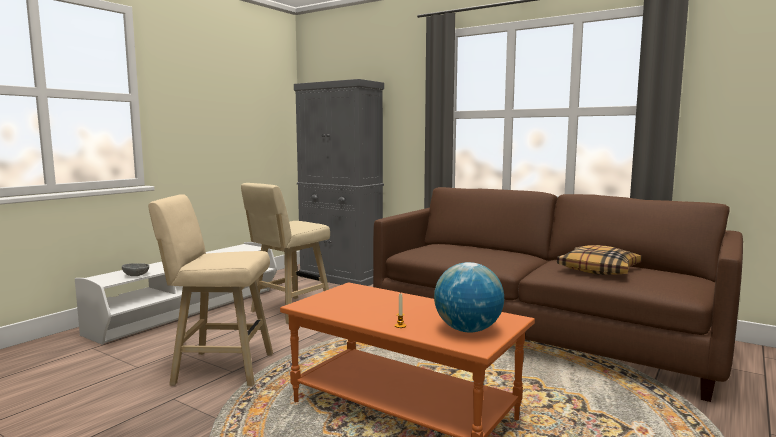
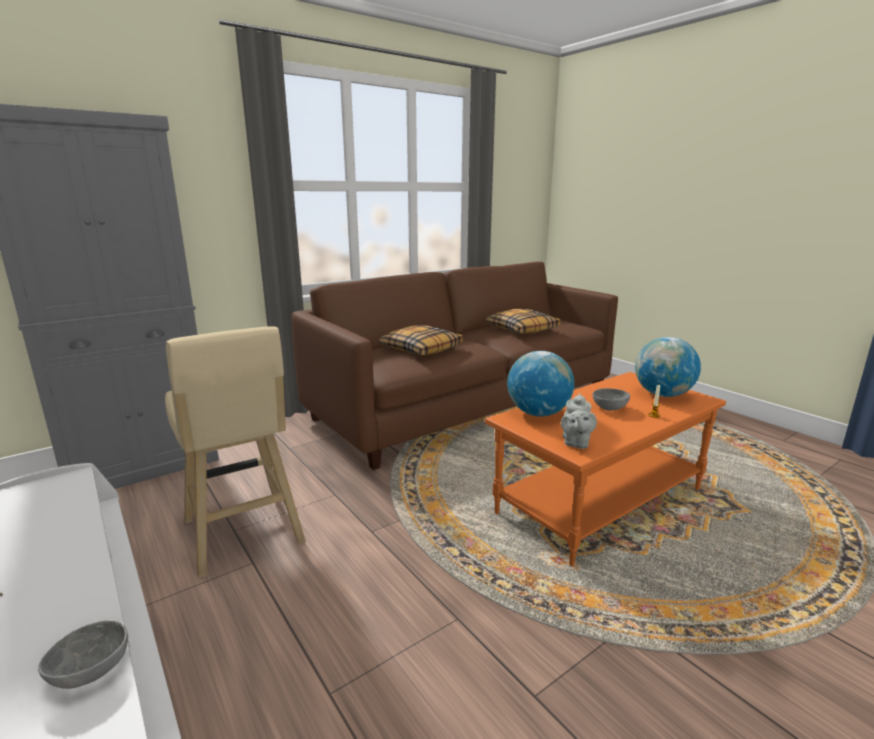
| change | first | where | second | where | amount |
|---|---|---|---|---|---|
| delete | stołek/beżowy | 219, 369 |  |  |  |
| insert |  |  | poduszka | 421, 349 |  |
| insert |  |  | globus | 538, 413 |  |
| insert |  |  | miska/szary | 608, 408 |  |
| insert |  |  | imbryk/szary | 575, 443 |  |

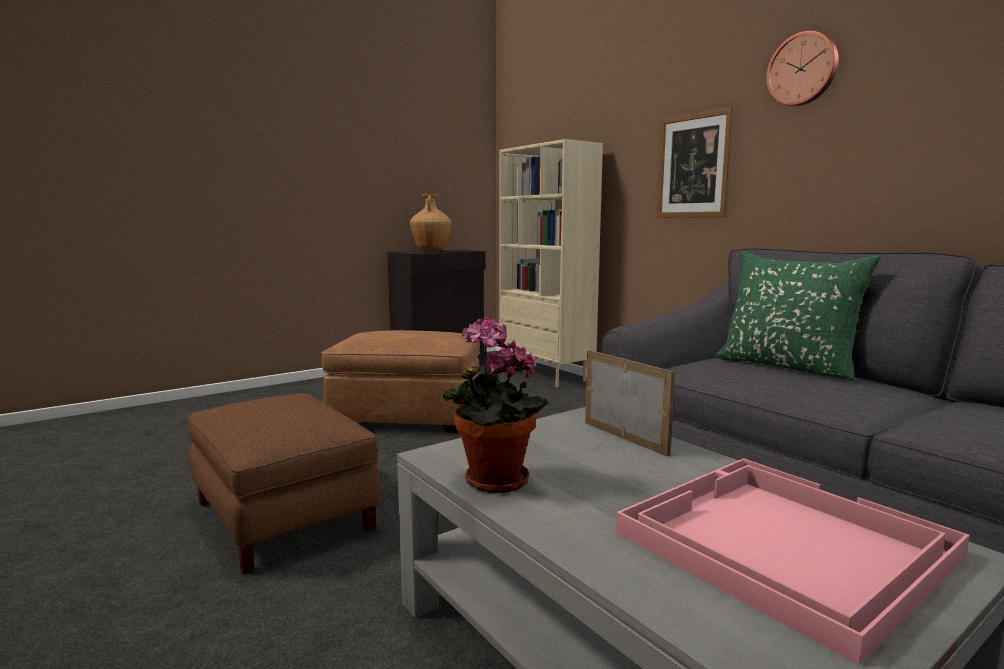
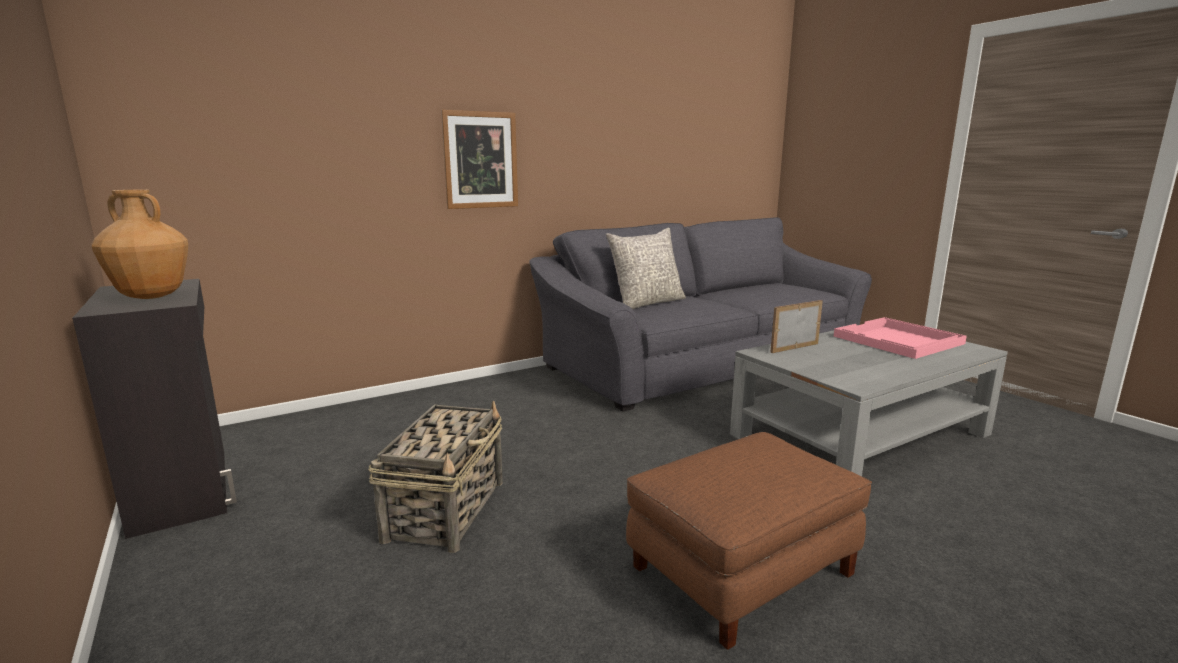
| change | first | where | second | where | amount |
|---|---|---|---|---|---|
| delete | zegar ścienny | 803, 69 |  |  |  |
| delete | regał/beżowy | 546, 375 |  |  |  |
| recolor | poduszka/zielony | 787, 367 | poduszka/szary | 646, 303 |  |
| delete | roślina doniczkowa | 491, 482 |  |  |  |
| replace | pufa/brązowy | 407, 416 | koszyk | 447, 509 |  |

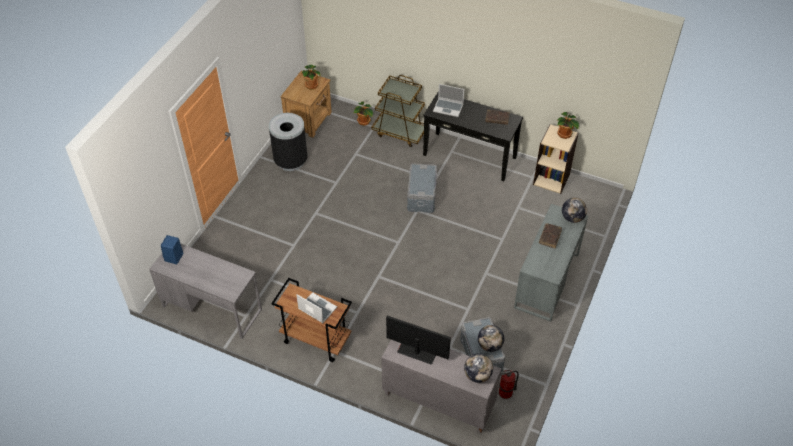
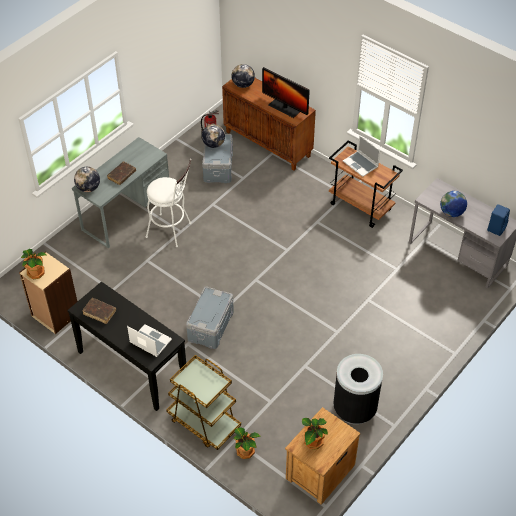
| change | first | where | second | where | amount |
|---|---|---|---|---|---|
| recolor | szafka/szary | 437, 401 | szafka/brązowy | 268, 144 |  |
| insert |  |  | stołek/biały | 172, 231 |  |
| insert |  |  | globus | 451, 213 |  |

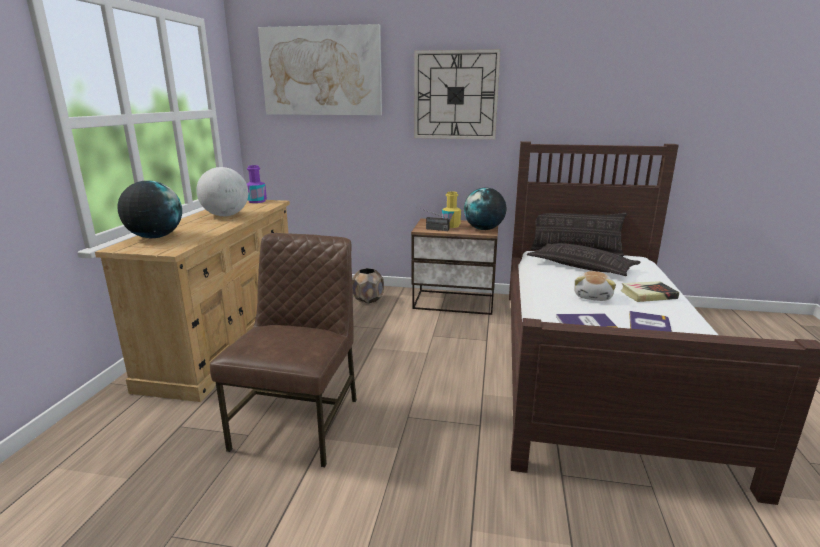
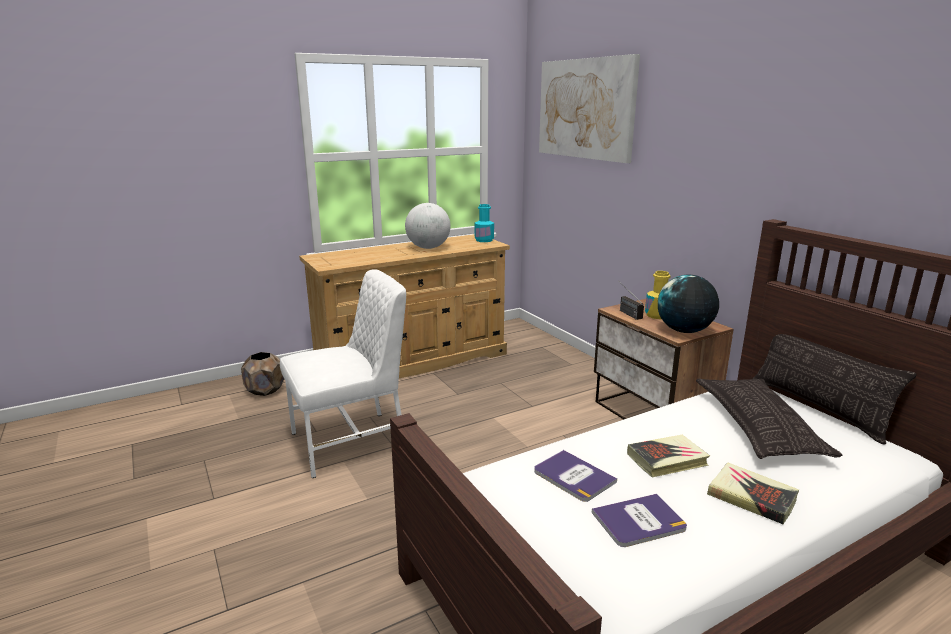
| change | first | where | second | where | amount |
|---|---|---|---|---|---|
| delete | zegar ścienny | 455, 95 |  |  |  |
| recolor | butelka/fioletowy | 257, 201 | butelka/turkusowy | 484, 240 |  |
| delete | globus | 155, 237 |  |  |  |
| recolor | krzesło/brązowy | 300, 422 | krzesło/biały | 351, 442 |  |
| move | donica/brązowy | 368, 300 |  | 265, 391 |  |
| replace | pluszak | 593, 296 | książka | 667, 460 |  |

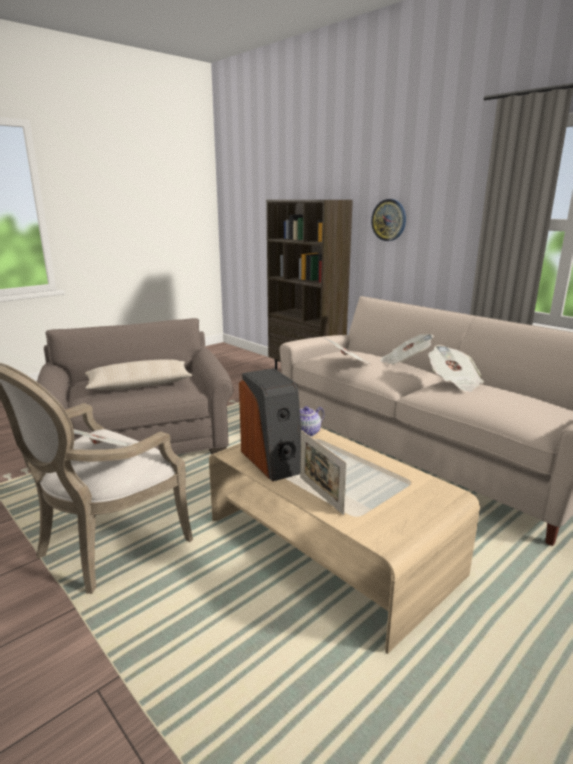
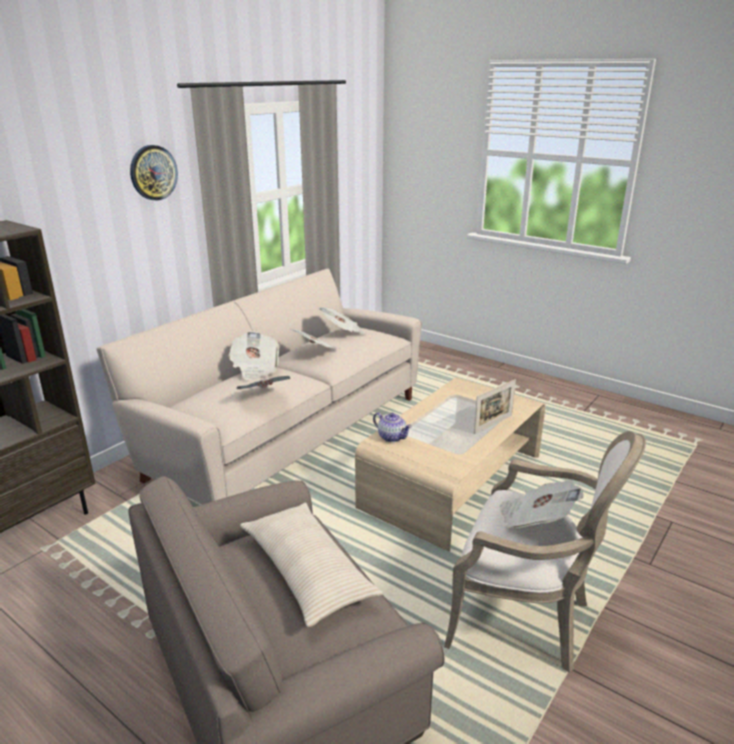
| change | first | where | second | where | amount |
|---|---|---|---|---|---|
| move | zegar ścienny | 389, 220 |  | 153, 172 |  |
| delete | głośnik | 273, 461 |  |  |  |
| insert |  |  | gazeta | 342, 332 |  |

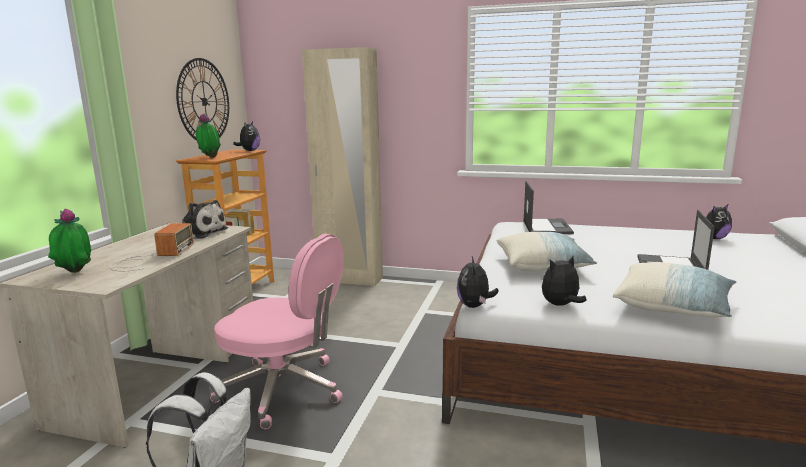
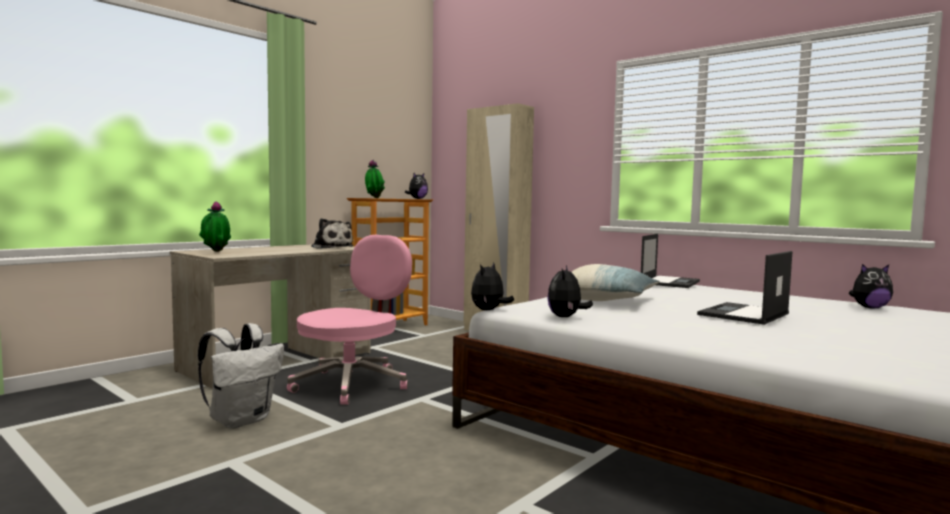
| change | first | where | second | where | amount |
|---|---|---|---|---|---|
| delete | zegar ścienny | 204, 101 |  |  |  |
| delete | radio | 151, 258 |  |  |  |
| rotate | krzesło biurowe/różowy | 284, 389 |  | 353, 384 | 105 degrees counterclockwise |
| rotate | pluszak | 560, 305 |  | 566, 317 | 75 degrees counterclockwise |
| delete | poduszka | 672, 306 |  |  |  |

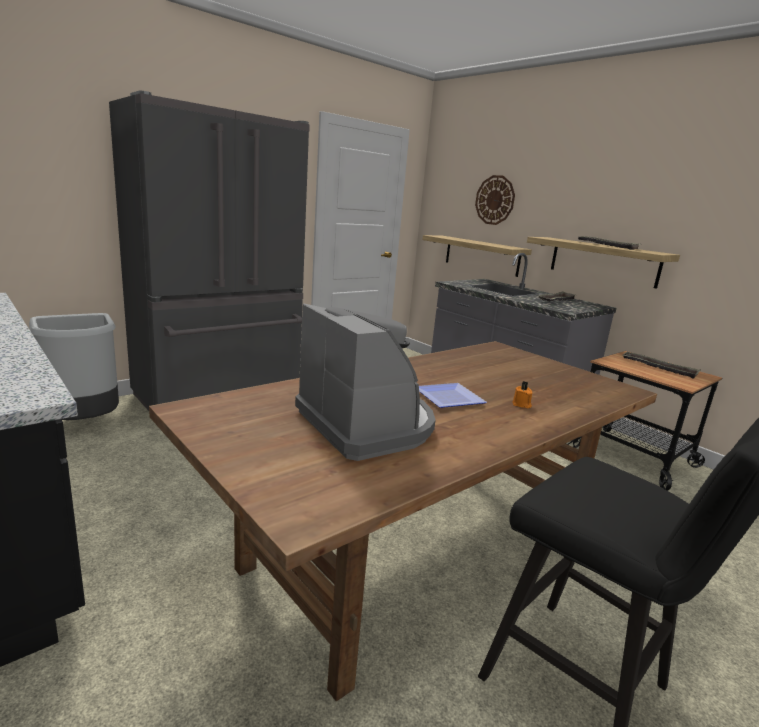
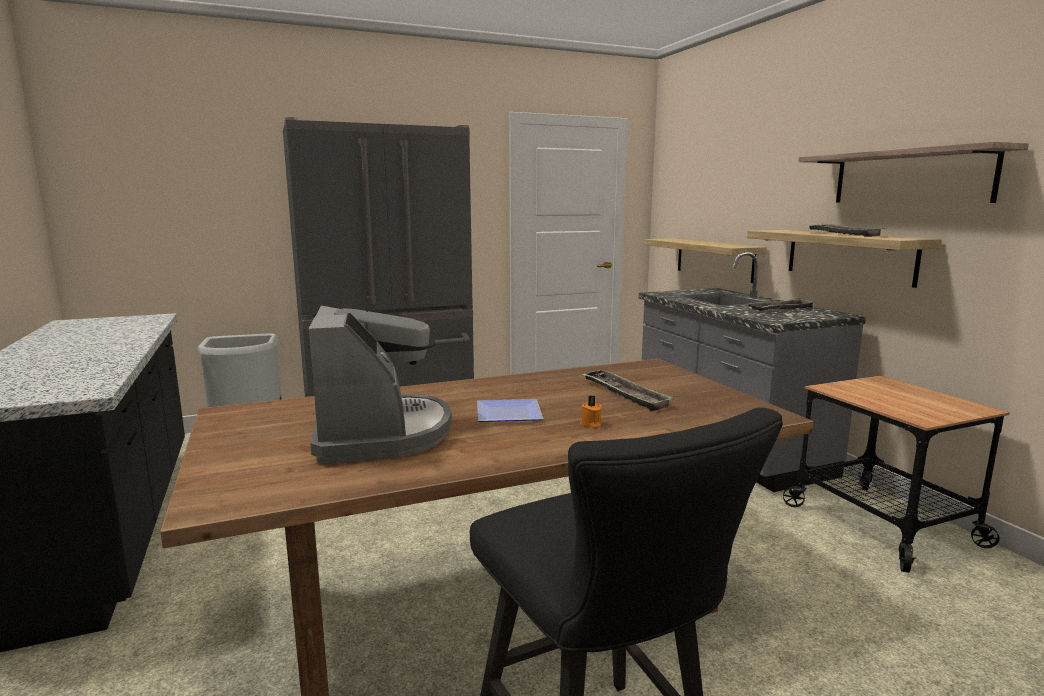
| change | first | where | second | where | amount |
|---|---|---|---|---|---|
| delete | zegar ścienny | 495, 200 |  |  |  |
| move | taca | 658, 368 |  | 624, 394 |  |
| insert |  |  | półka | 910, 177 |  |

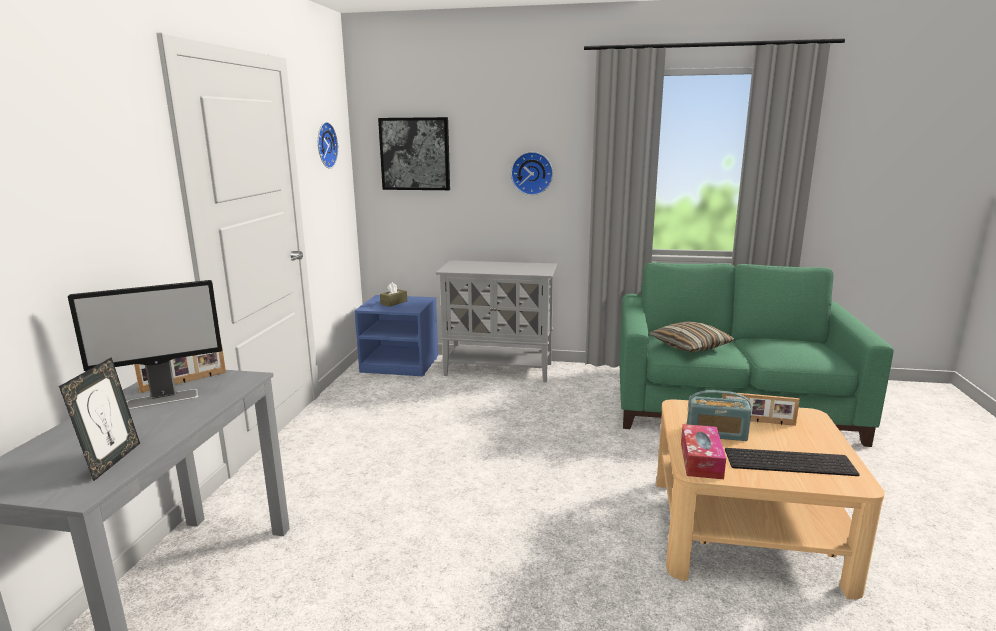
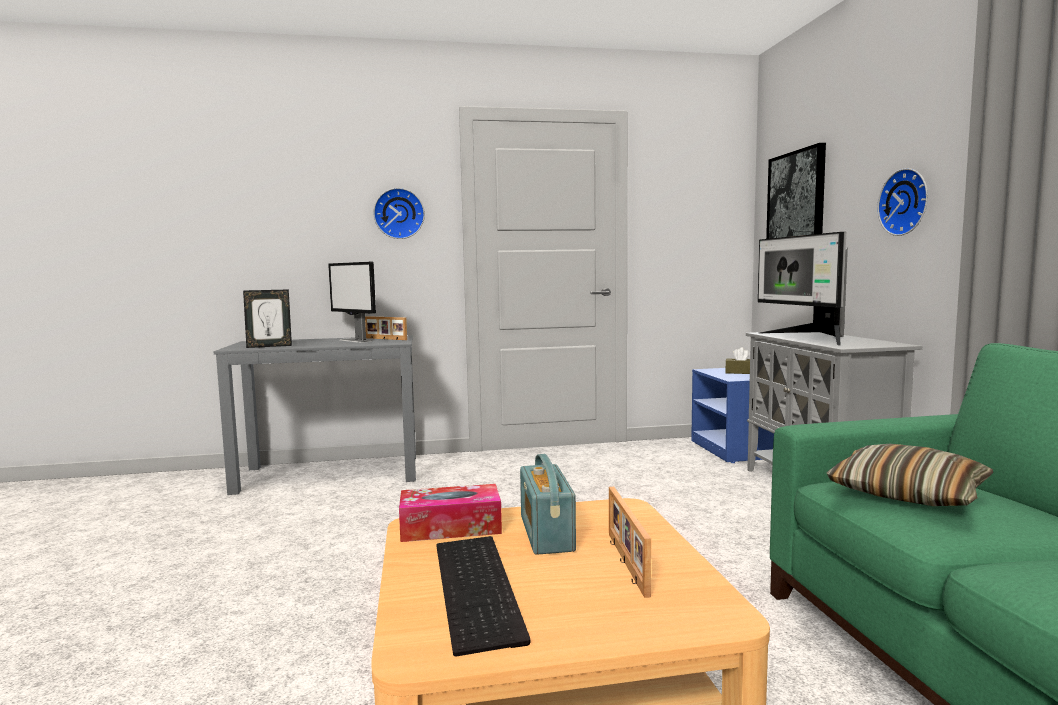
| change | first | where | second | where | amount |
|---|---|---|---|---|---|
| move | zegar ścienny | 324, 145 |  | 399, 214 |  |
| insert |  |  | monitor | 810, 338 |  |

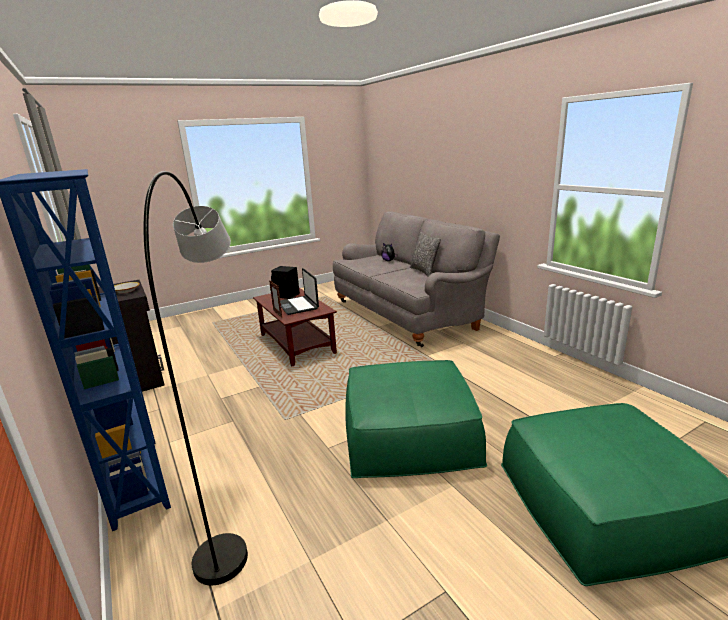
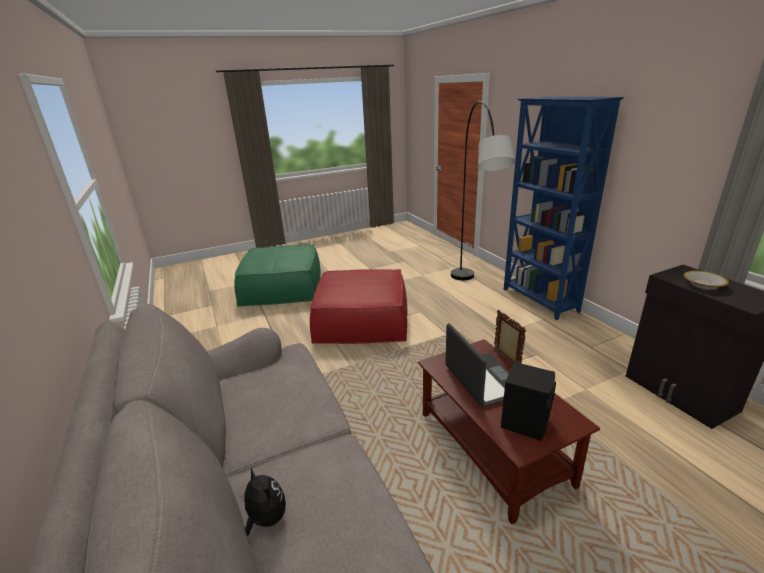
| change | first | where | second | where | amount |
|---|---|---|---|---|---|
| delete | poduszka | 424, 271 |  |  |  |
| recolor | pufa/zielony | 409, 432 | pufa/czerwony | 362, 318 |  |

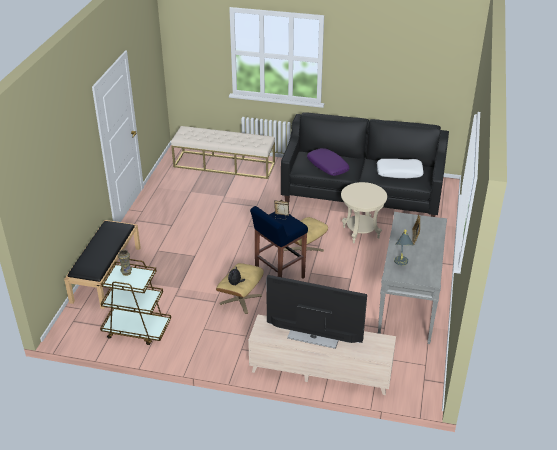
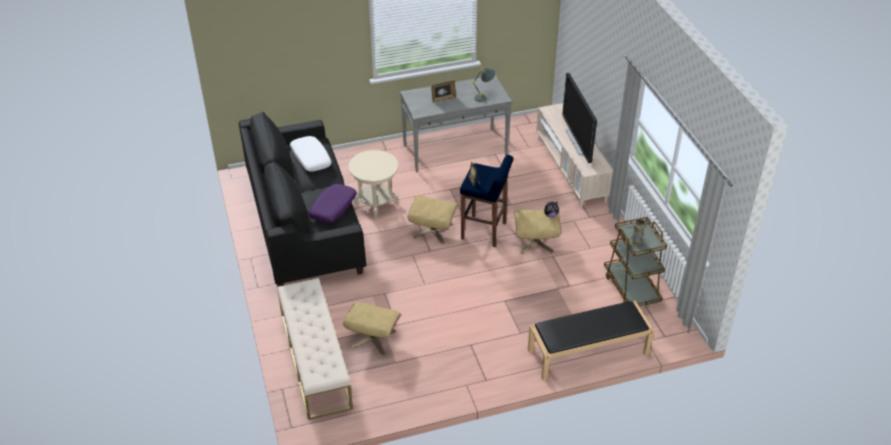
| change | first | where | second | where | amount |
|---|---|---|---|---|---|
| insert |  |  | pufa/beżowy | 373, 339 |  |

